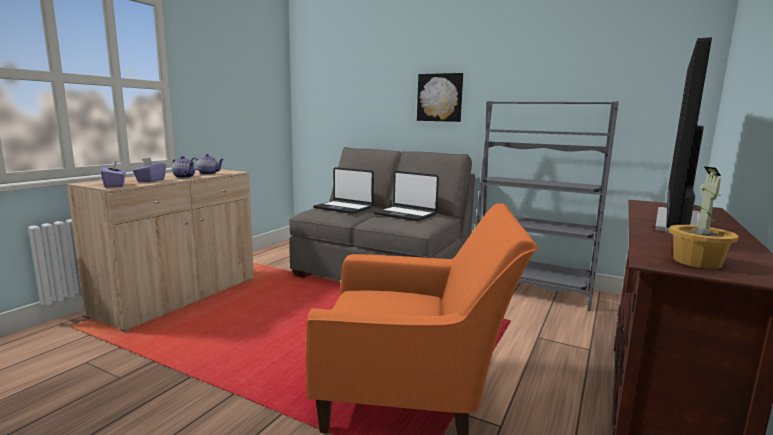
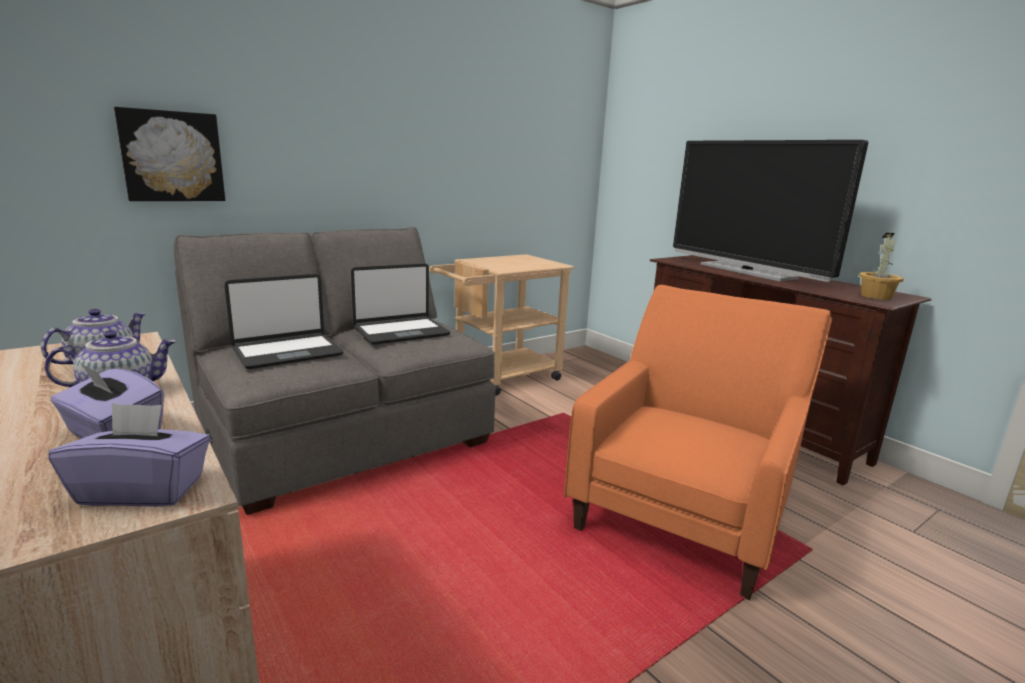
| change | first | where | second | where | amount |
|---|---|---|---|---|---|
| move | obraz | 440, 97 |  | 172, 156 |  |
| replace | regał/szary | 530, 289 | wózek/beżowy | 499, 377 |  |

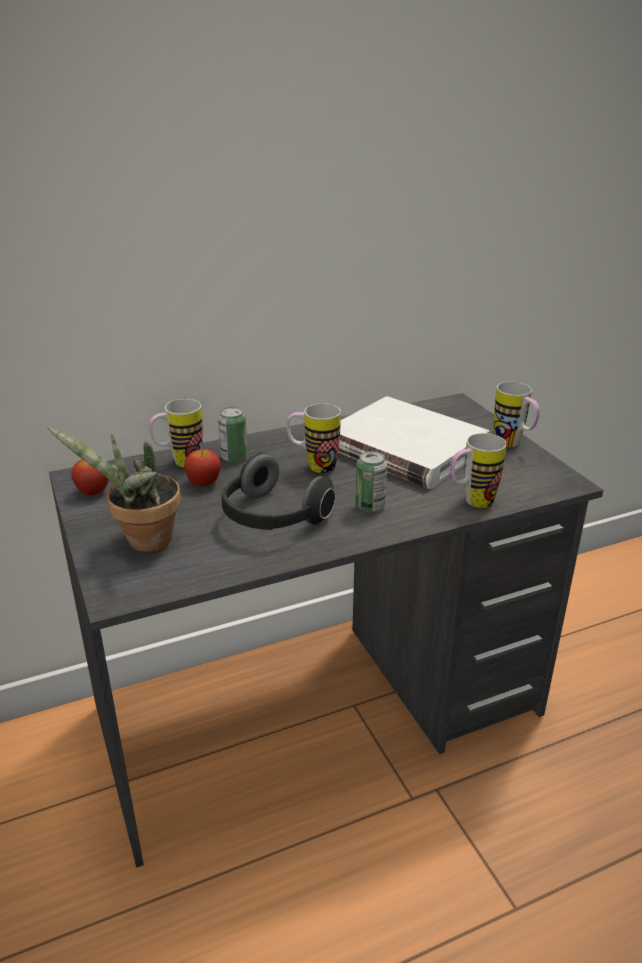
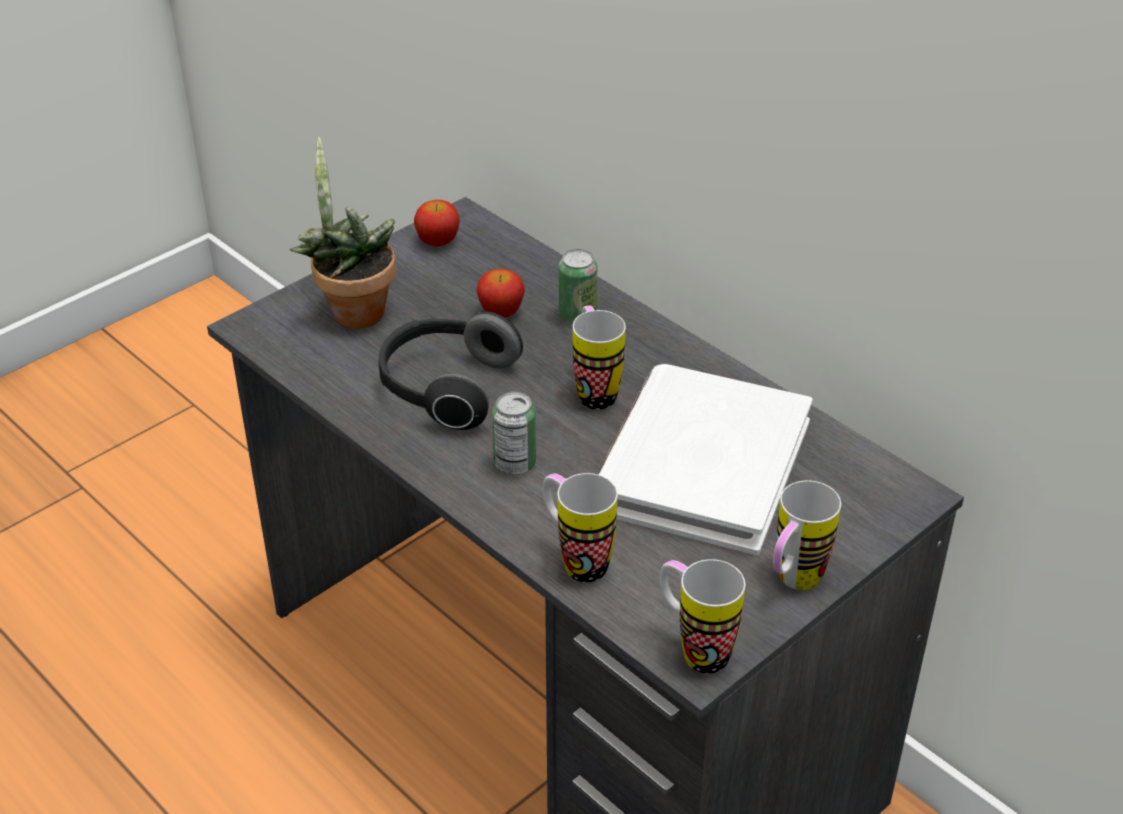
| change | first | where | second | where | amount |
|---|---|---|---|---|---|
| move | kubek | 179, 463 |  | 694, 648 |  |

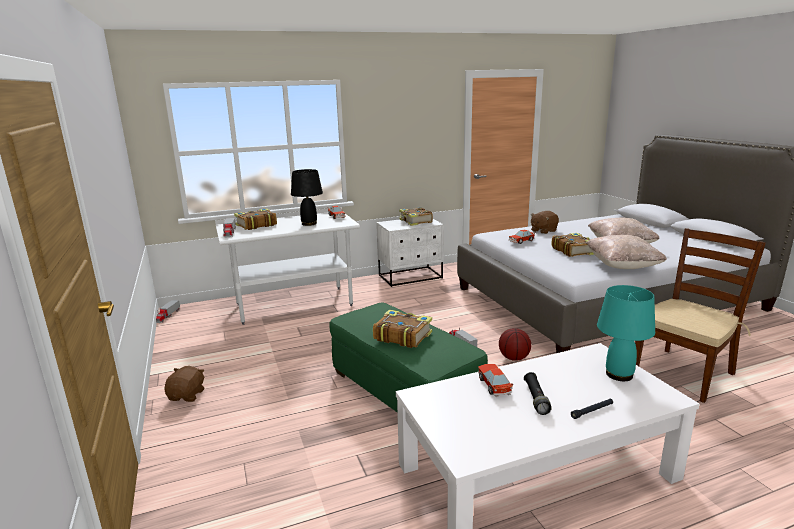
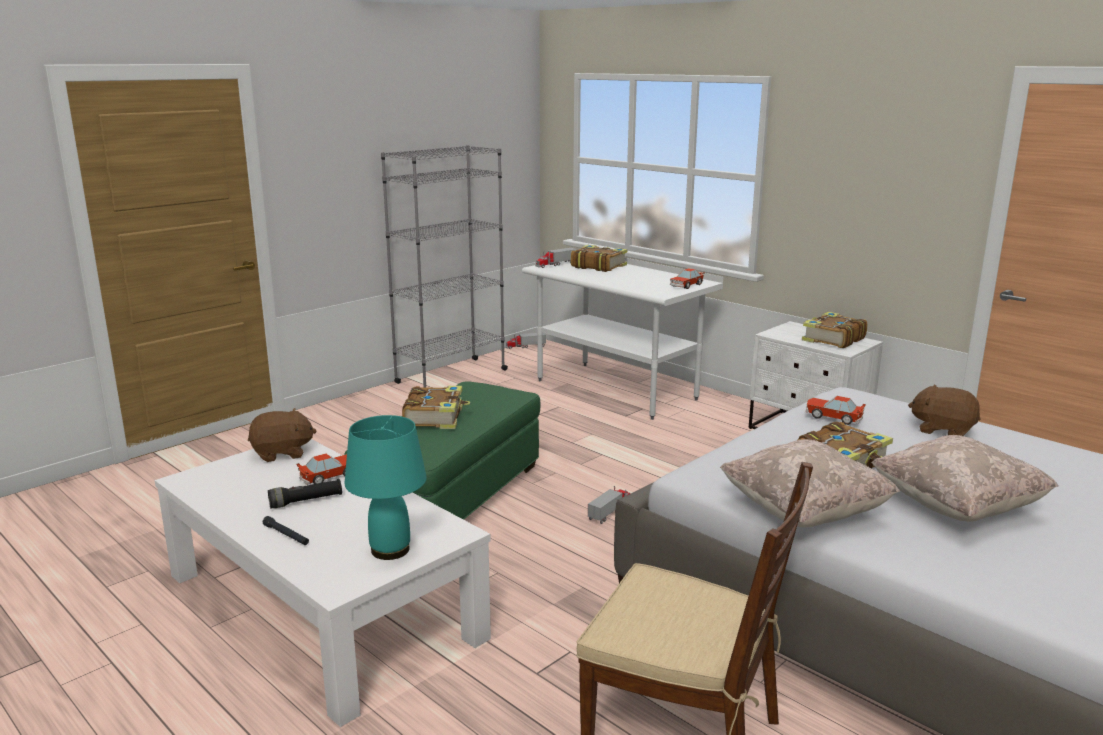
| change | first | where | second | where | amount |
|---|---|---|---|---|---|
| delete | lampa stołowa/czarny | 308, 223 |  |  |  |
| delete | piłka do koszykówki | 513, 358 |  |  |  |
| move | pluszak/brązowy | 187, 395 |  | 282, 453 |  |
| insert |  |  | regał/szary | 451, 376 |  |

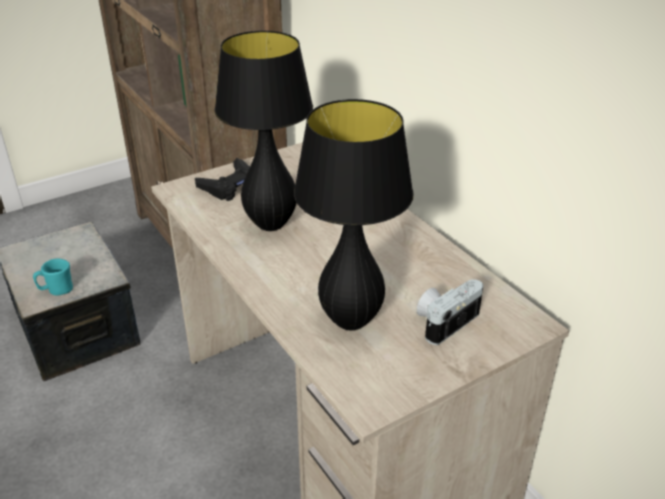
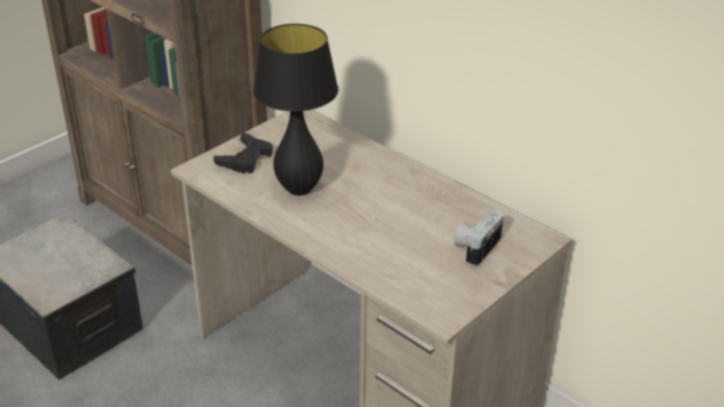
| change | first | where | second | where | amount |
|---|---|---|---|---|---|
| delete | lampa stołowa/czarny | 351, 320 |  |  |  |
| delete | kubek/turkusowy | 57, 290 |  |  |  |

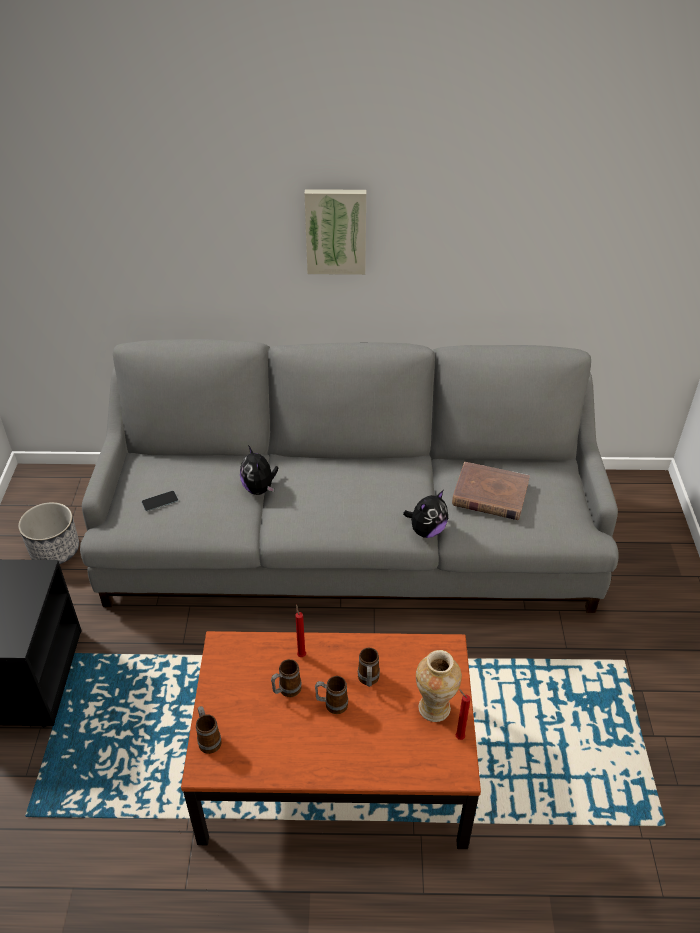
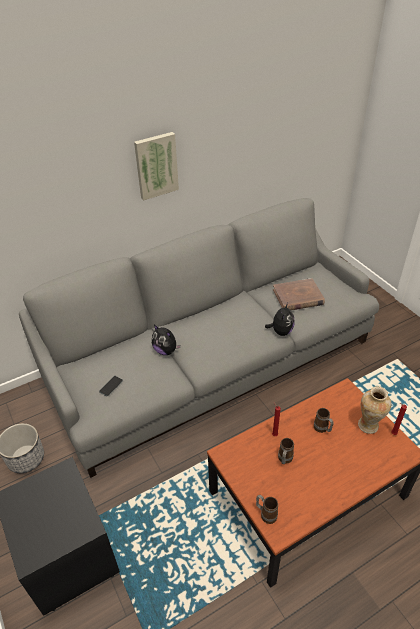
| change | first | where | second | where | amount |
|---|---|---|---|---|---|
| delete | kubek | 331, 704 |  |  |  |

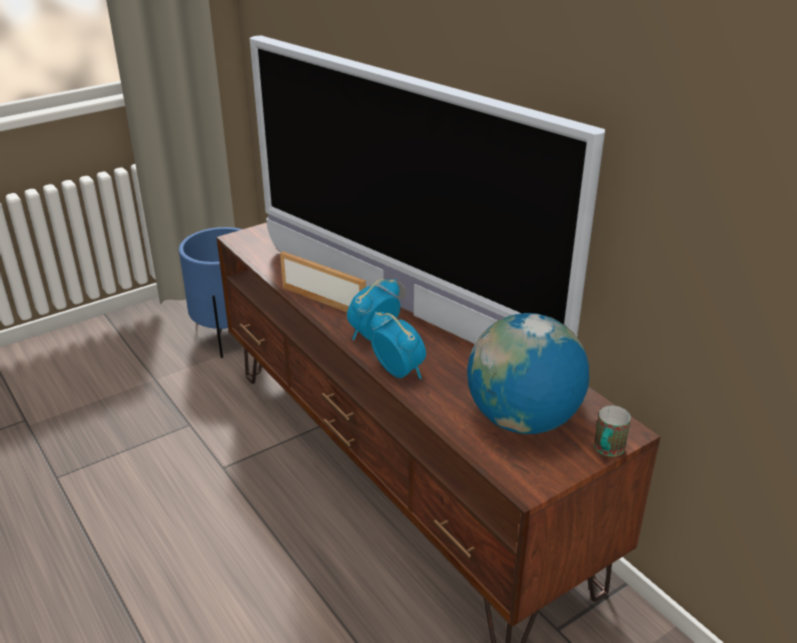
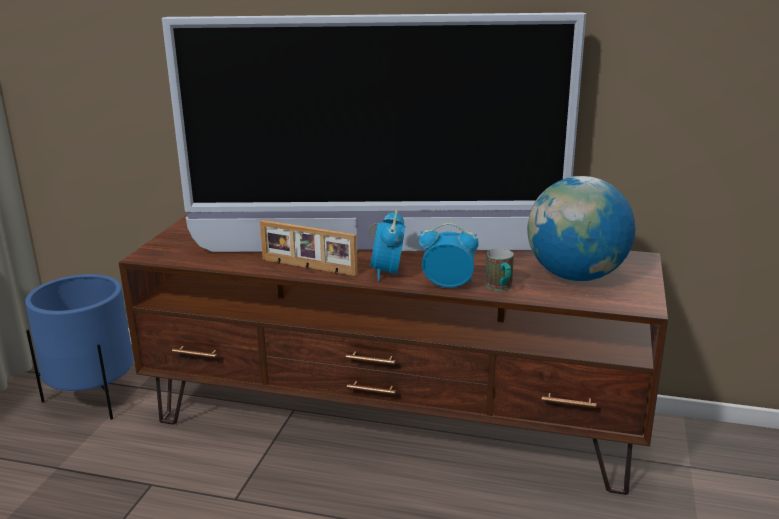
| change | first | where | second | where | amount |
|---|---|---|---|---|---|
| rotate | ramka na zdjęcie | 324, 301 |  | 308, 267 | 150 degrees counterclockwise |
| move | kubek | 607, 450 |  | 500, 288 |  |

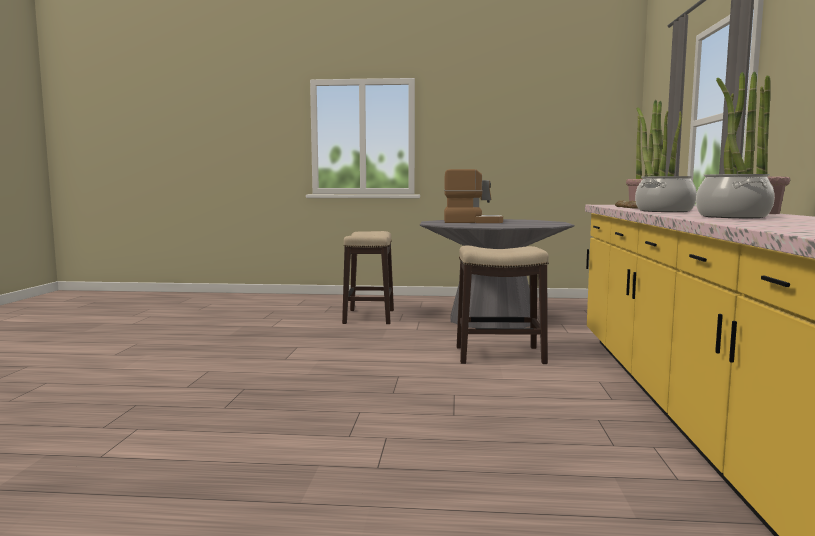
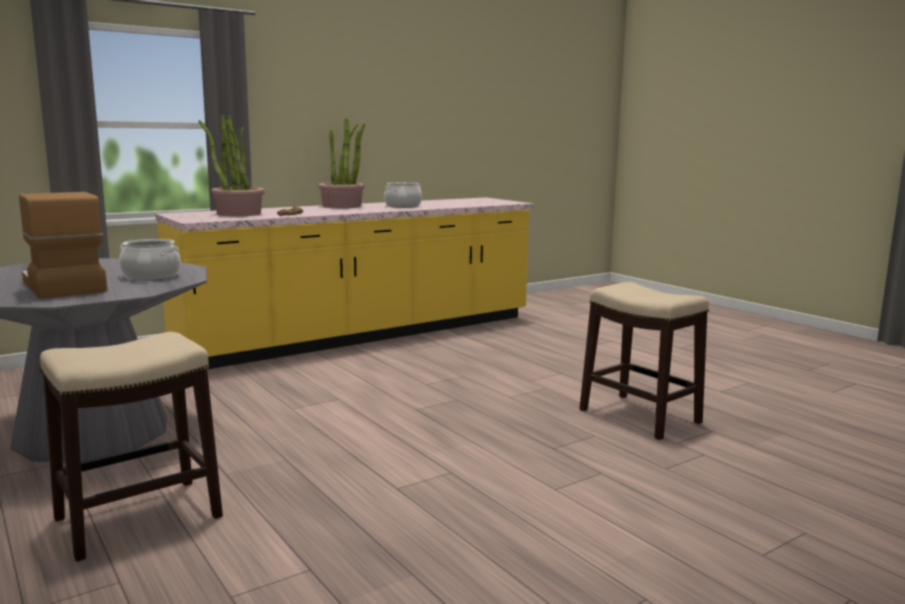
| change | first | where | second | where | amount |
|---|---|---|---|---|---|
| move | garnek | 664, 211 |  | 151, 276 |  |
| move | stołek | 498, 355 |  | 640, 416 |  |

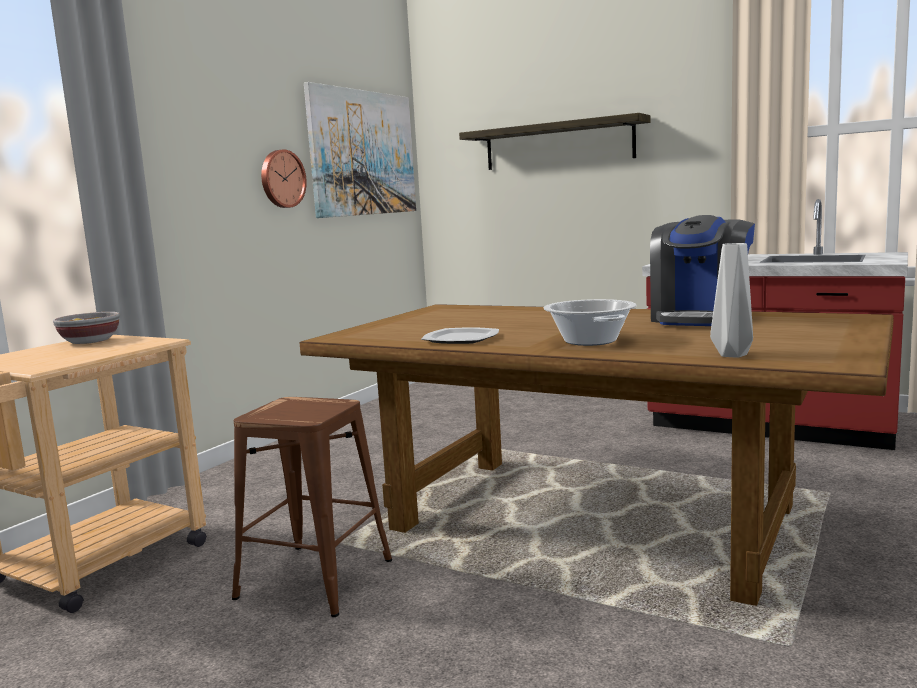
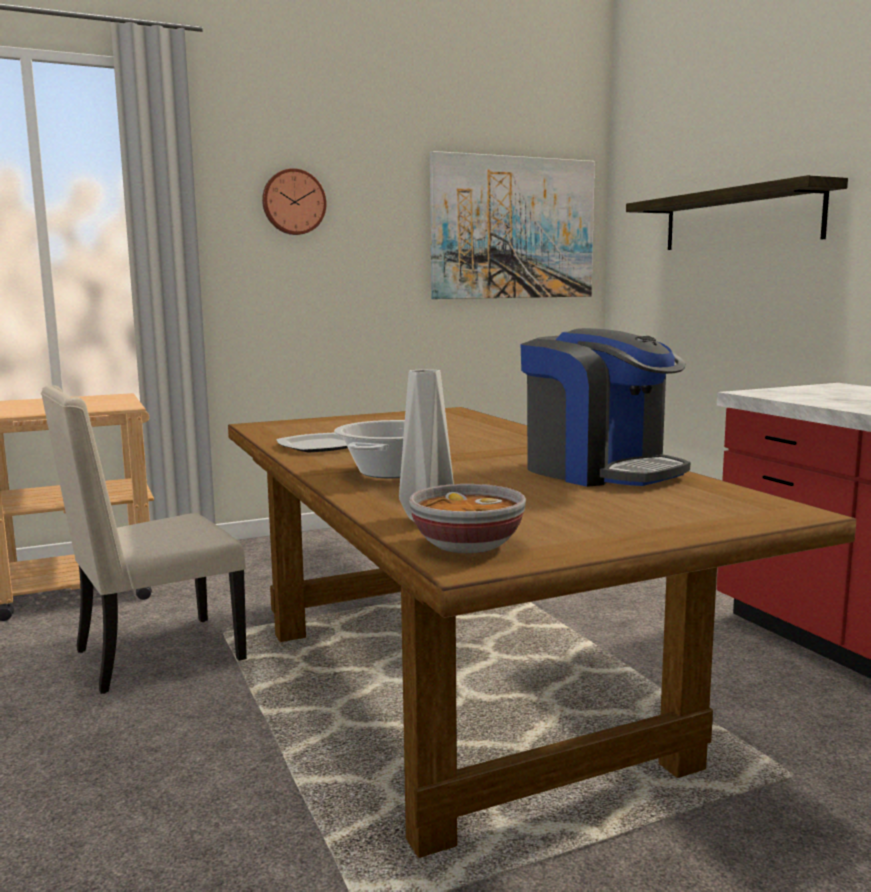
| change | first | where | second | where | amount |
|---|---|---|---|---|---|
| move | zegar ścienny | 281, 179 |  | 293, 202 |  |
| rotate | ekspres do kawy | 700, 318 |  | 599, 471 | 105 degrees counterclockwise |
| move | miska | 90, 342 |  | 466, 546 |  |
| replace | stołek/brązowy | 314, 579 | krzesło/beżowy | 155, 656 |  |

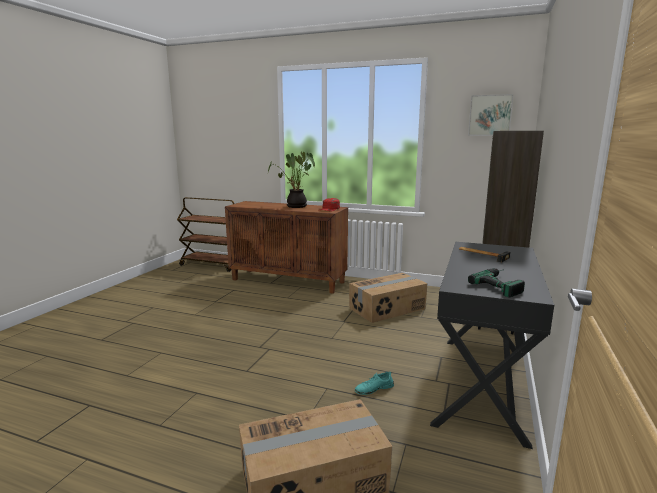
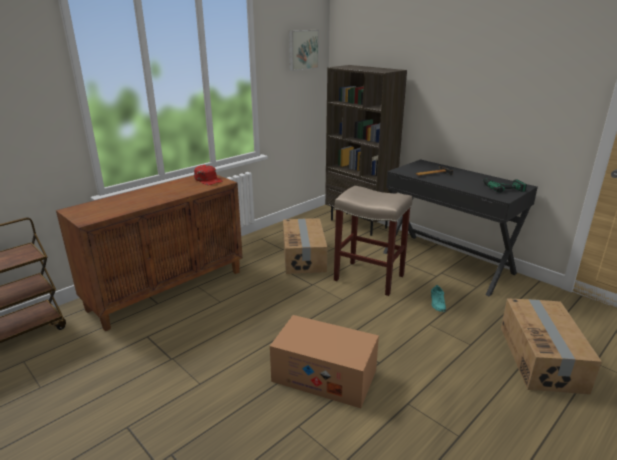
| change | first | where | second | where | amount |
|---|---|---|---|---|---|
| delete | roślina doniczkowa | 295, 206 |  |  |  |
| insert |  |  | stołek/beżowy | 368, 278 |  |
| insert |  |  | karton | 324, 375 |  |

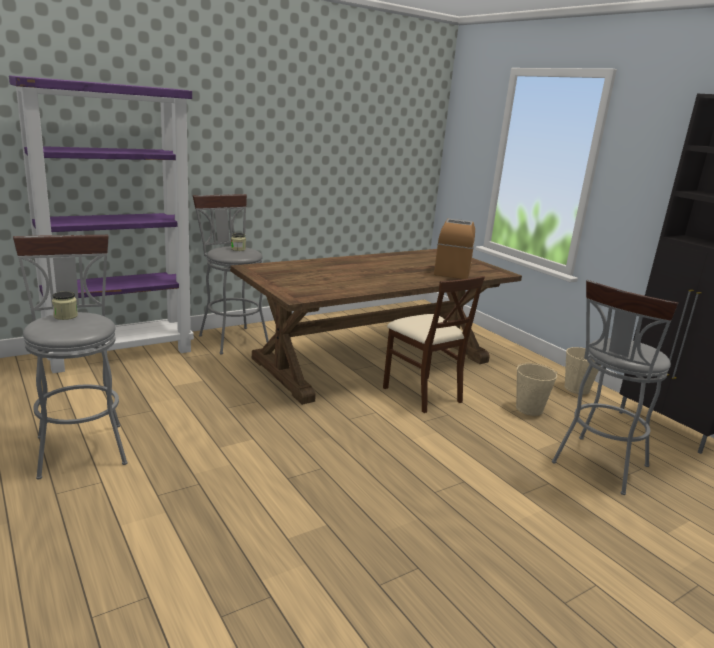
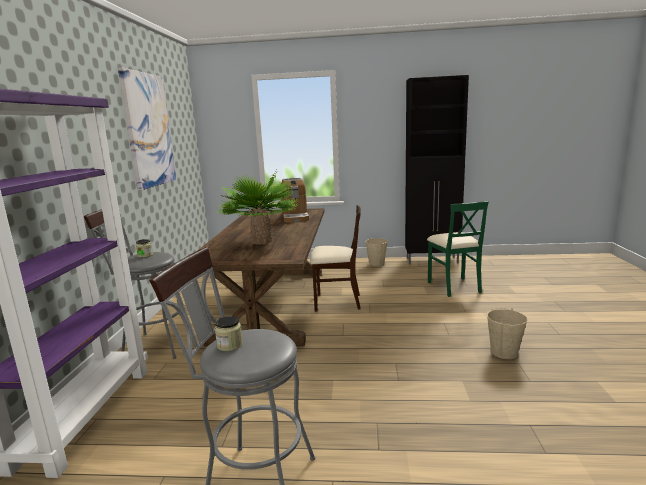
| change | first | where | second | where | amount |
|---|---|---|---|---|---|
| rotate | ekspres do kawy | 453, 271 |  | 295, 217 | 150 degrees counterclockwise |
| replace | stołek/szary | 597, 467 | krzesło/zielony | 454, 286 |  |
| move | wiadro/beżowy | 529, 409 |  | 504, 352 |  |
| insert |  |  | obraz | 148, 130 |  |
| insert |  |  | roślina doniczkowa | 261, 241 |  |

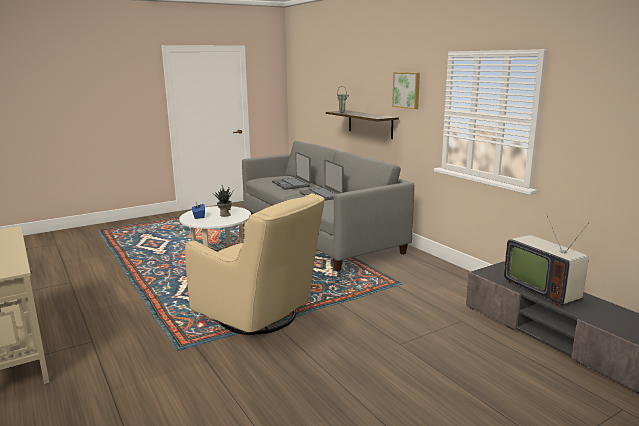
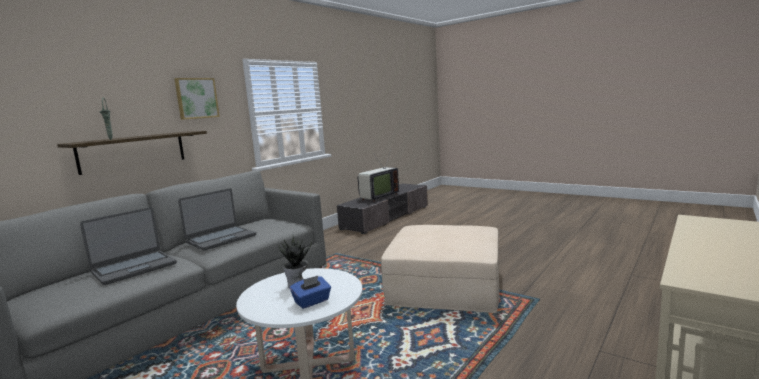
| change | first | where | second | where | amount |
|---|---|---|---|---|---|
| replace | fotel/beżowy | 260, 316 | pufa/beżowy | 445, 286 |  |

